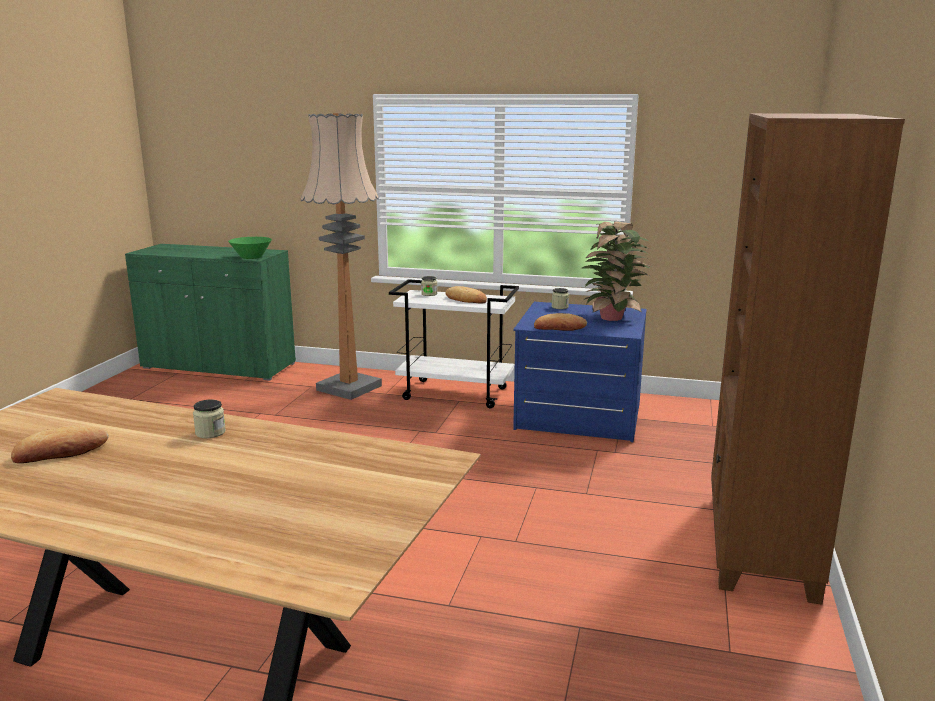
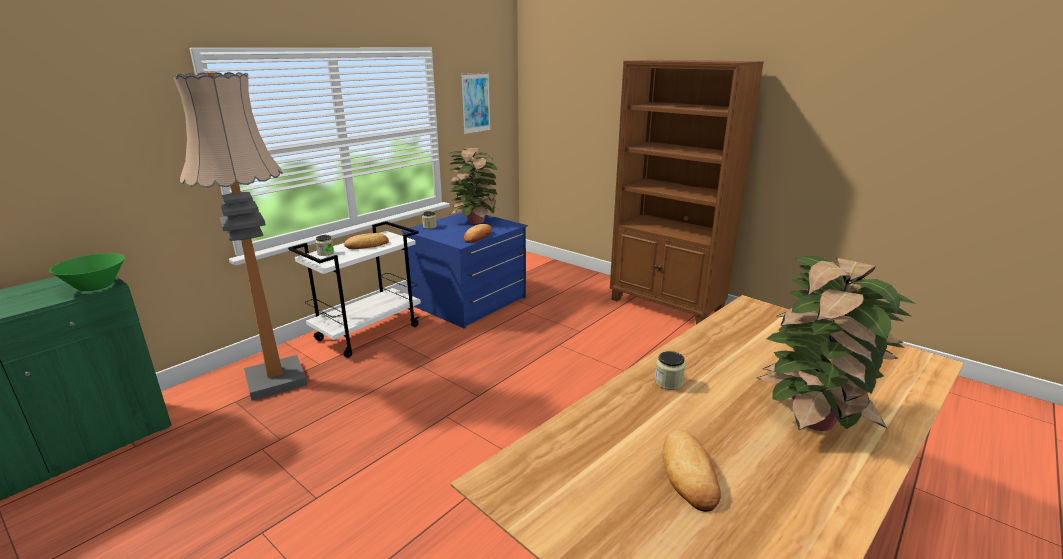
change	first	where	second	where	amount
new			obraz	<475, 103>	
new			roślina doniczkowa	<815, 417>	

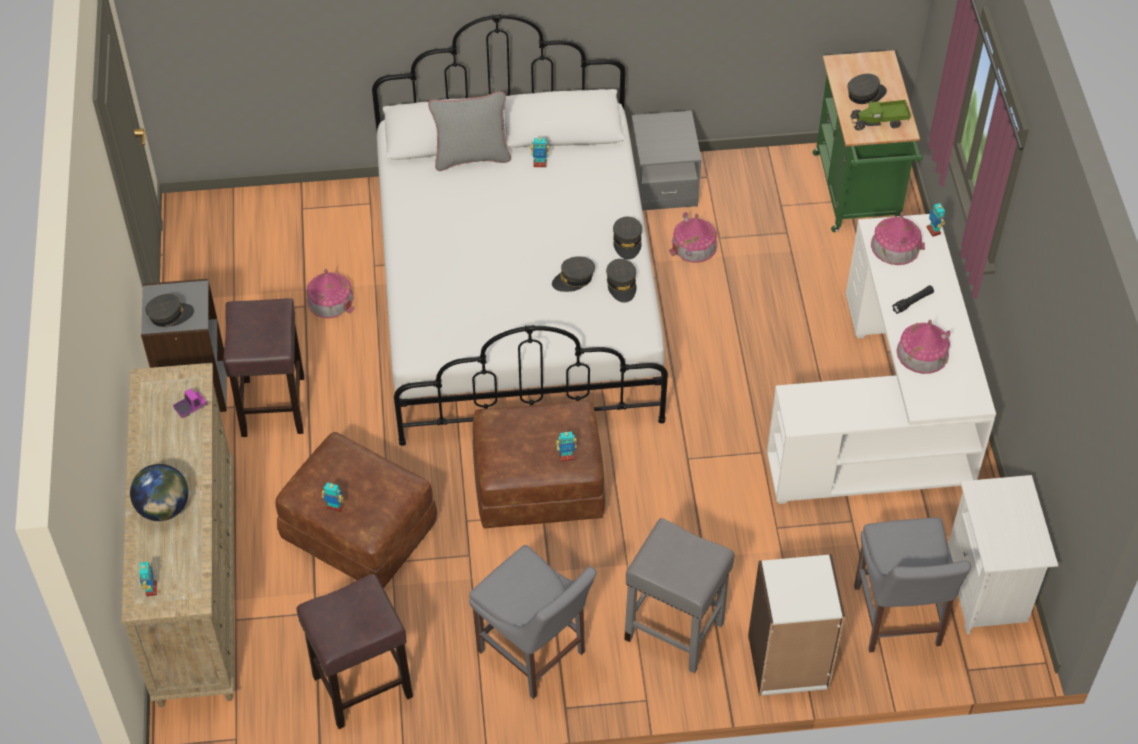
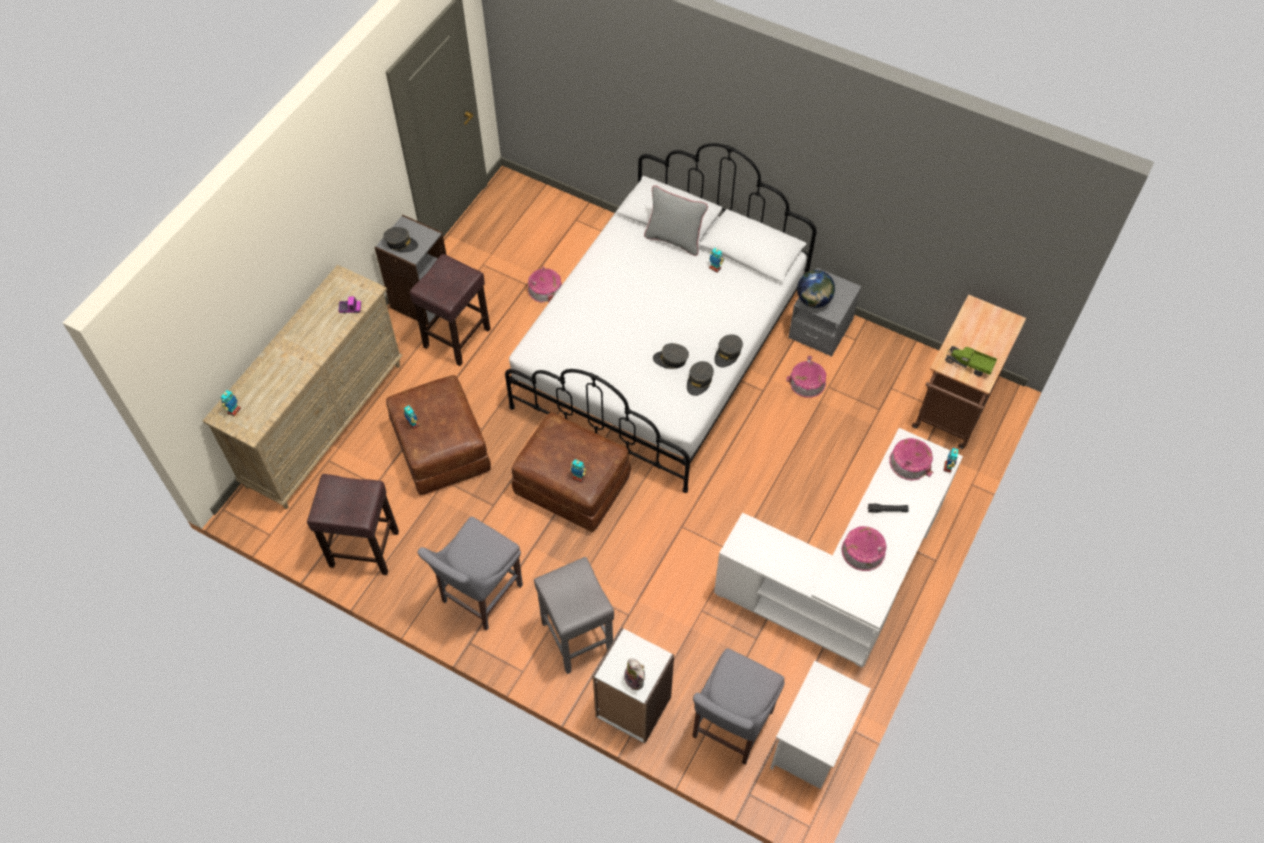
change	first	where	second	where	amount
shifted	globus	<164, 508>		<813, 300>	
rotated	krzesło [szary]	<534, 655>		<479, 596>	45 degrees clockwise
repainted	wózek [zielony]	<857, 196>	wózek [brązowy]	<952, 411>	
gone	czapka z daszkiem [szary]	<865, 94>			
new			pluszak	<636, 680>	

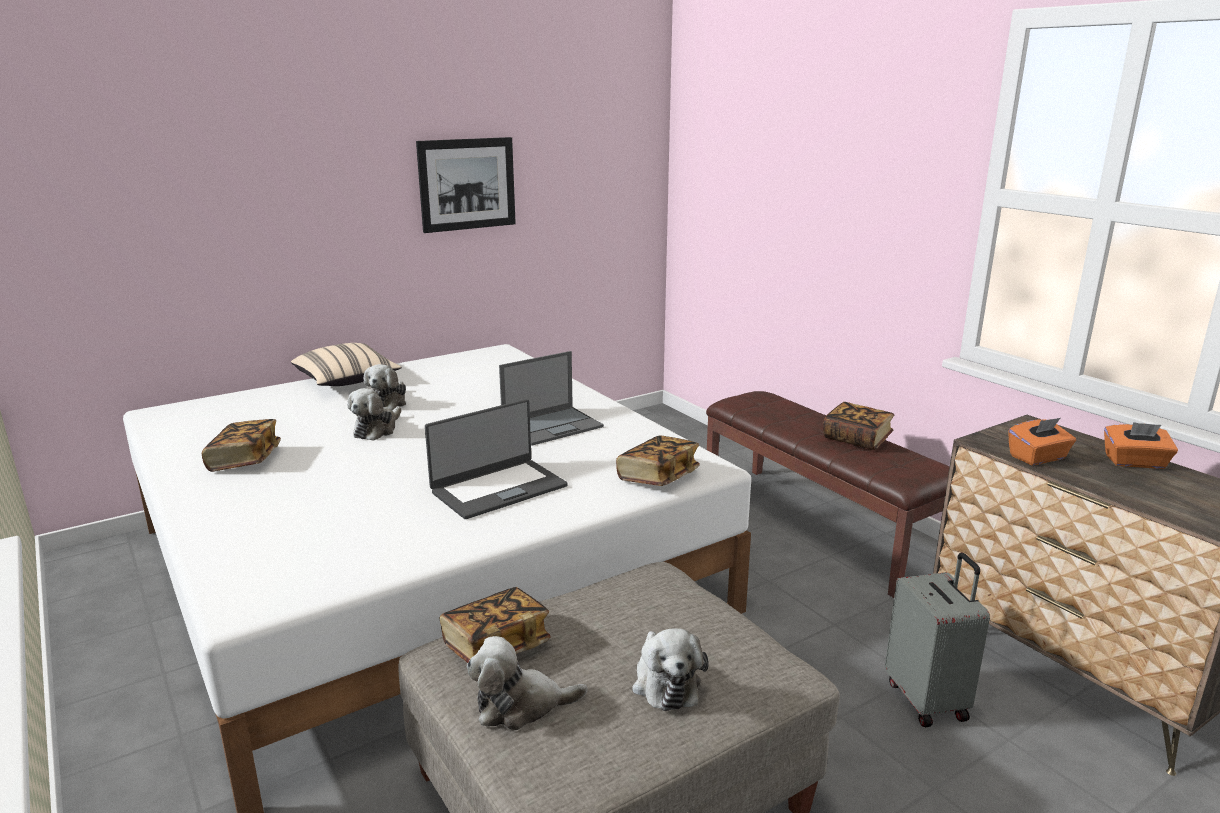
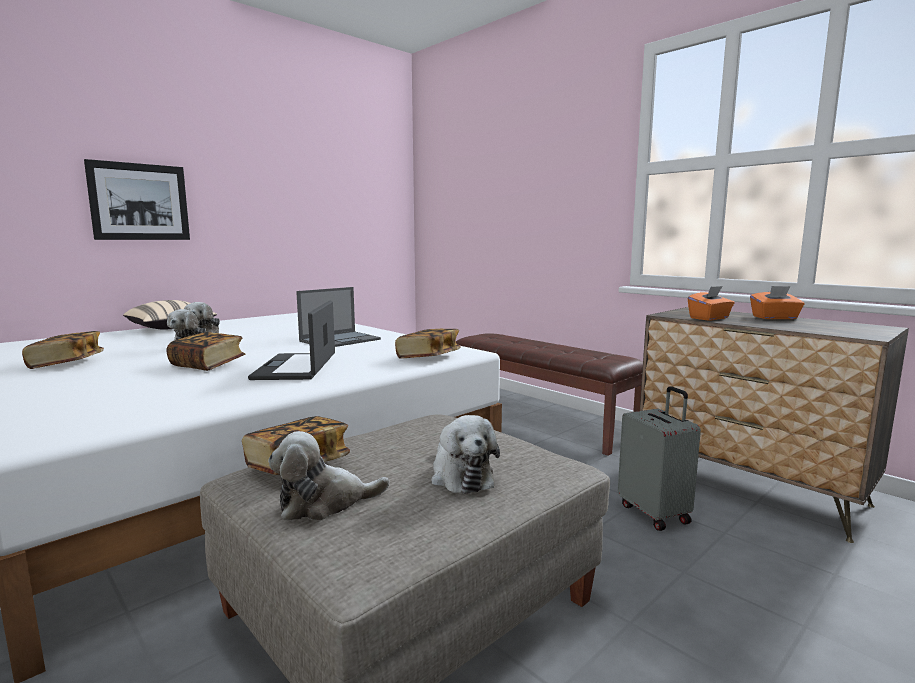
change	first	where	second	where	amount
shifted	obraz	<467, 184>		<140, 202>	
rotated	laptop	<498, 488>		<297, 367>	135 degrees clockwise
shifted	książka	<857, 439>		<208, 365>	

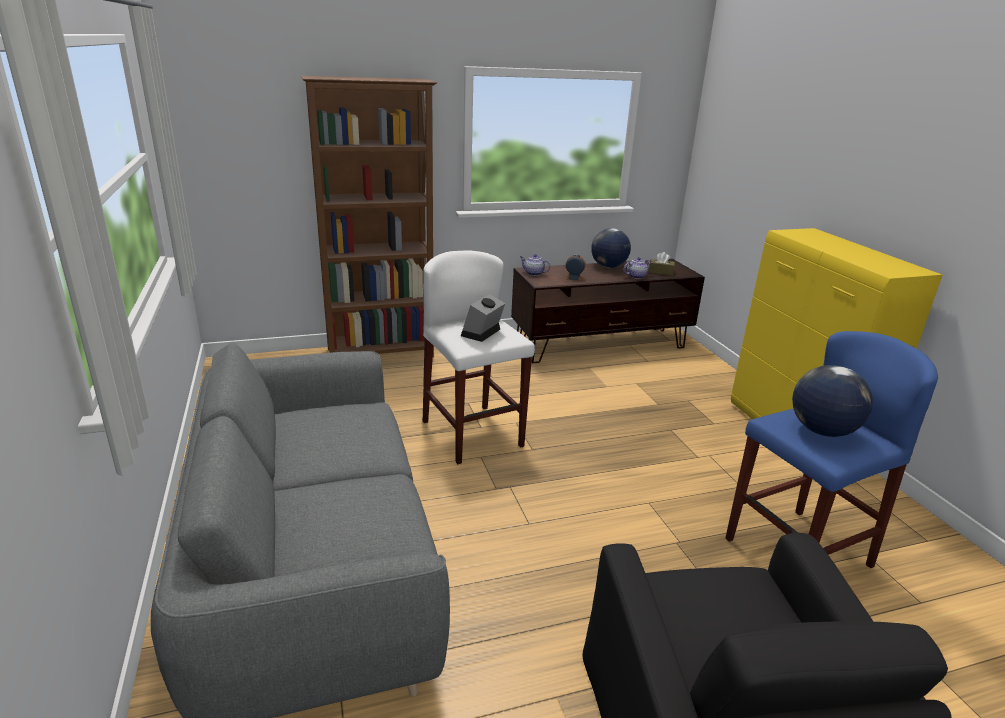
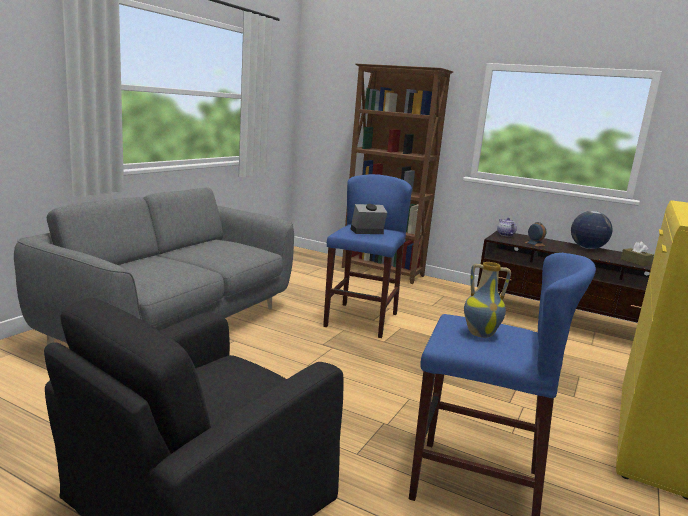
change	first	where	second	where	amount
repainted	stołek [biały]	<472, 433>	stołek [niebieski]	<361, 320>	
gone	imbryk	<636, 276>			
swapped	globus	<822, 430>	wazon	<480, 333>	

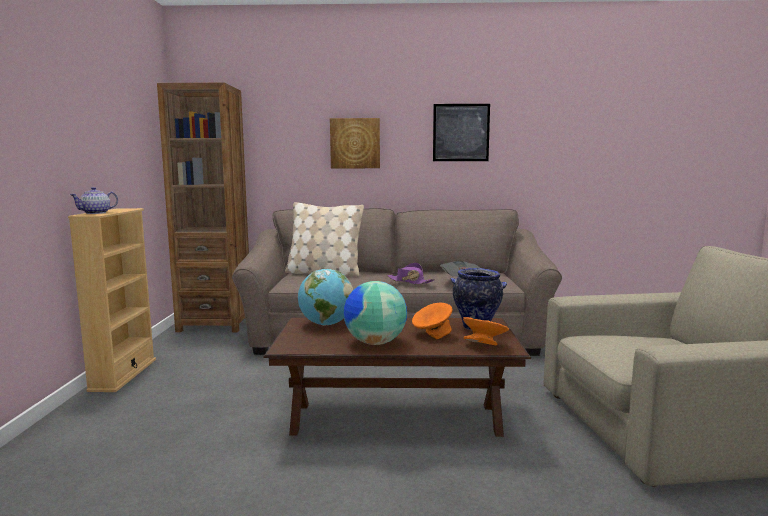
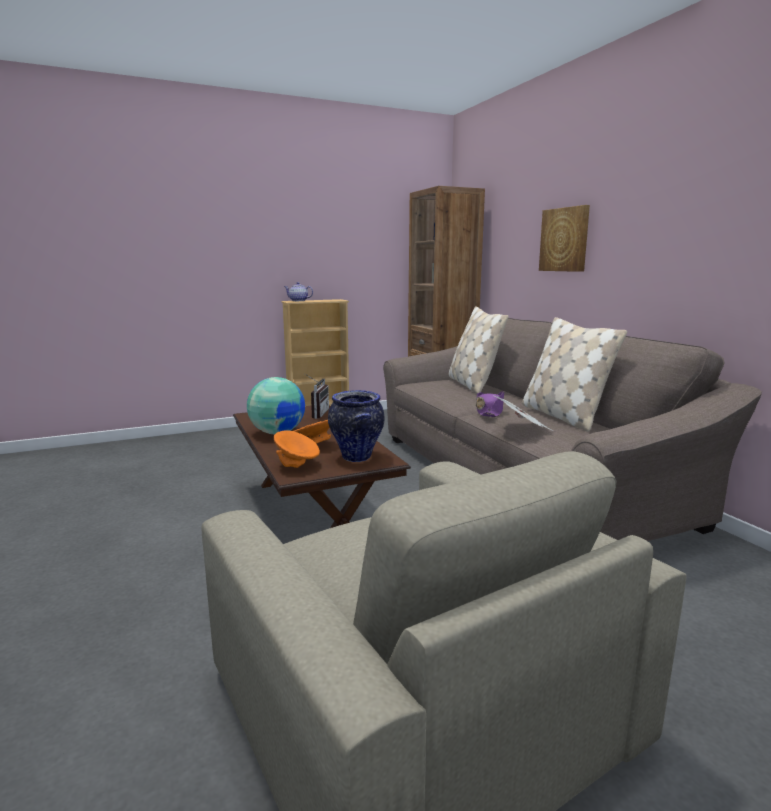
change	first	where	second	where	amount
swapped	globus	<326, 324>	radio	<316, 414>	
gone	obraz	<461, 132>			
new			poduszka [beżowy]	<563, 416>	

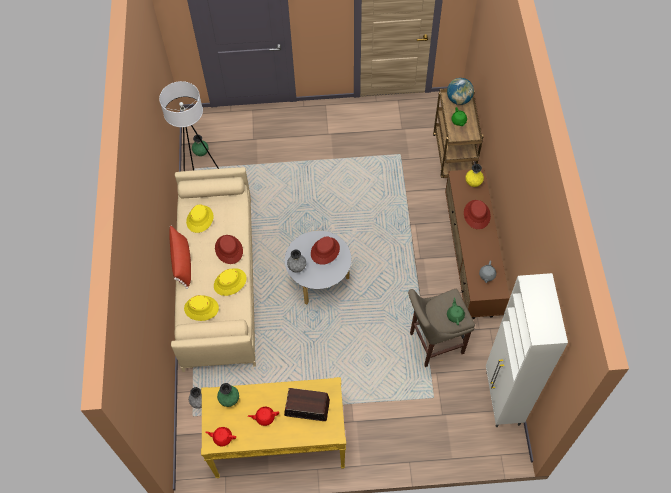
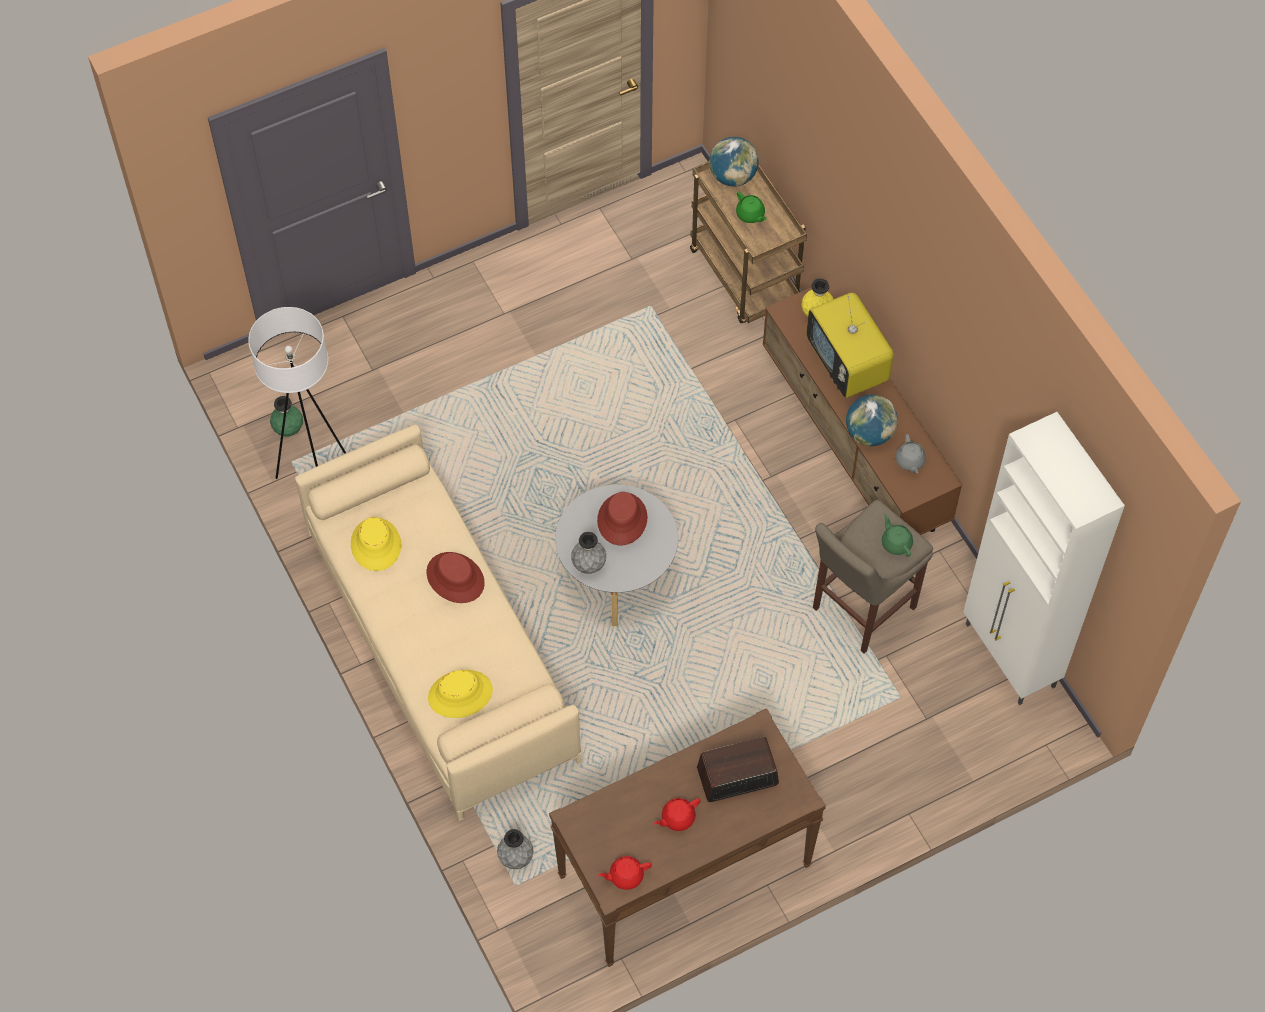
change	first	where	second	where	amount
gone	poduszka [czerwony]	<182, 262>			
repainted	stolik konsolowy [żółty]	<278, 444>	stolik konsolowy [brązowy]	<683, 871>	
gone	kapelusz [żółty]	<230, 282>			
gone	wazon [zielony]	<229, 400>			
swapped	kapelusz [czerwony]	<477, 214>	telewizor	<847, 366>	
new			globus	<869, 434>	

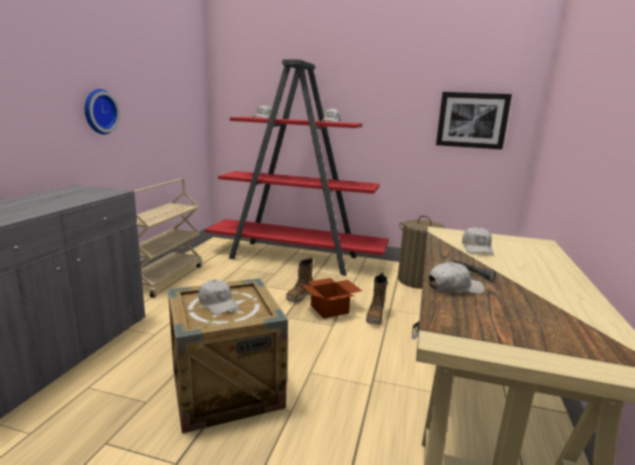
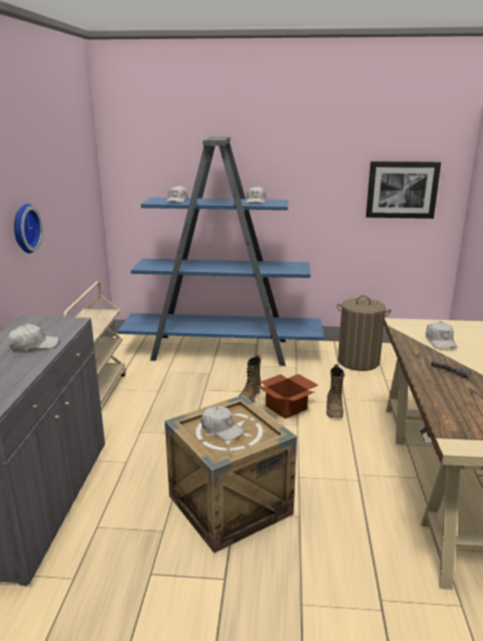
change	first	where	second	where	amount
repainted	regał [czerwony]	<296, 258>	regał [niebieski]	<223, 350>	
shifted	czapka z daszkiem [biały]	<454, 288>		<33, 345>	

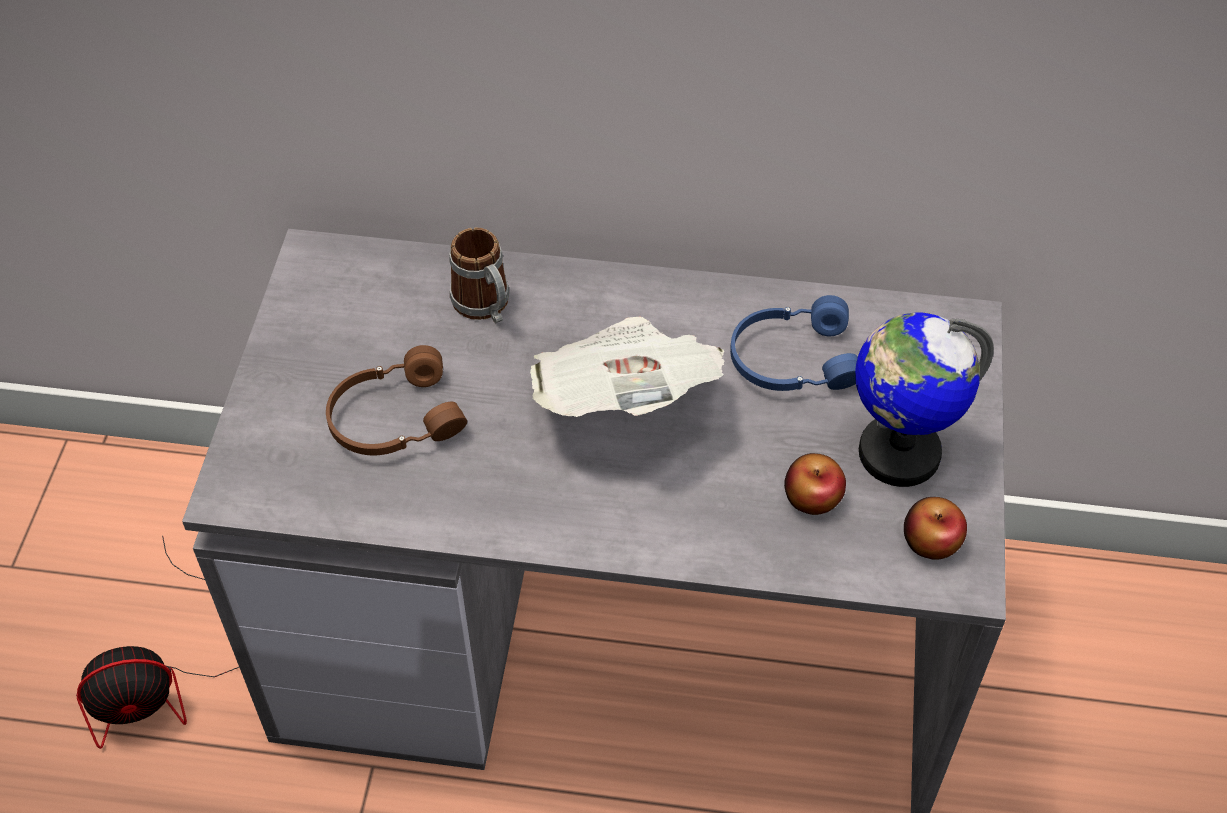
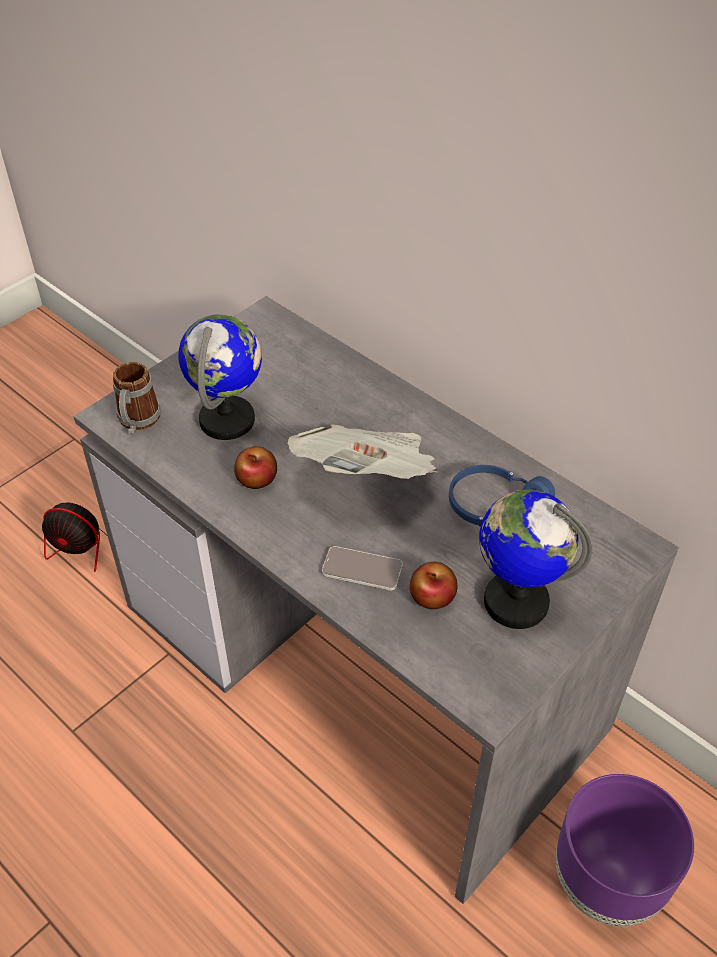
change	first	where	second	where	amount
swapped	słuchawki [brązowy]	<393, 418>	globus	<228, 420>	
shifted	kubek	<486, 307>		<137, 422>	
shifted	jabłko	<931, 541>		<257, 479>	
new			telefon	<362, 569>	
new			donica [fioletowy]	<604, 881>	

